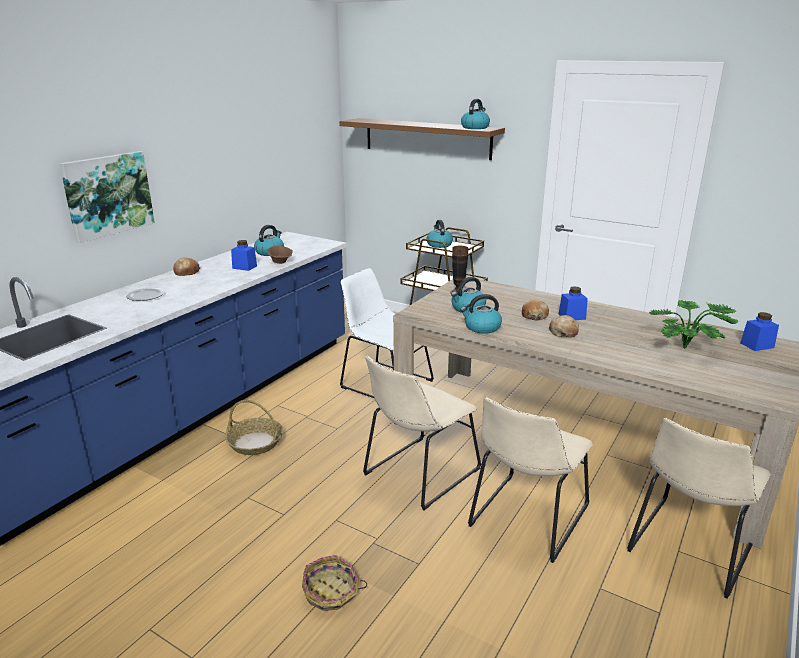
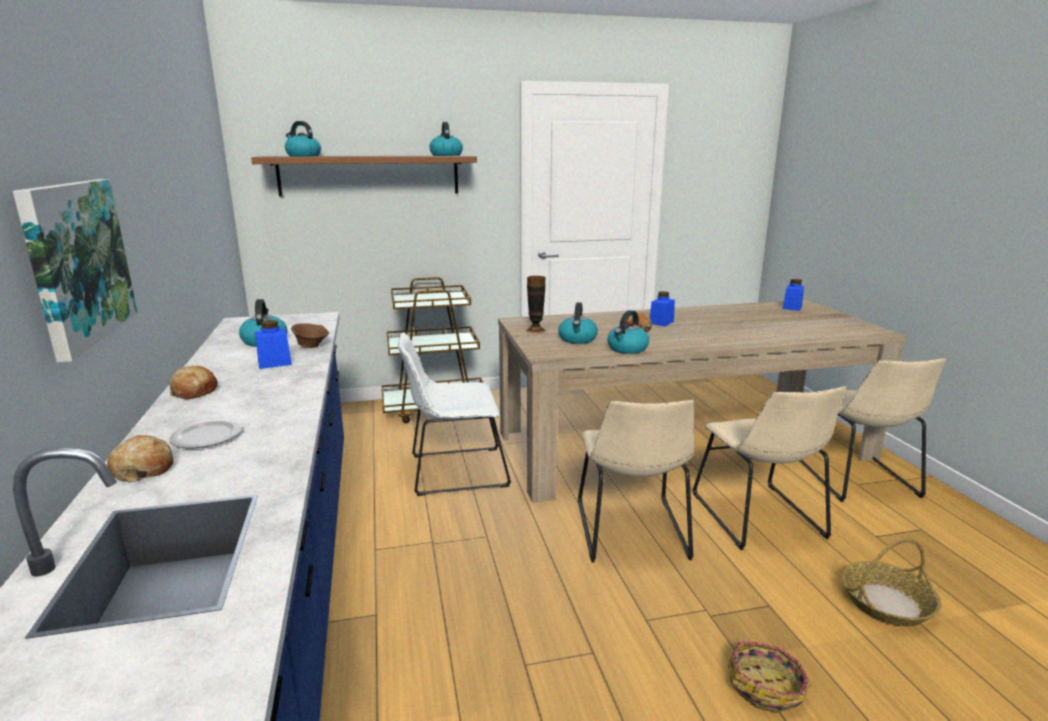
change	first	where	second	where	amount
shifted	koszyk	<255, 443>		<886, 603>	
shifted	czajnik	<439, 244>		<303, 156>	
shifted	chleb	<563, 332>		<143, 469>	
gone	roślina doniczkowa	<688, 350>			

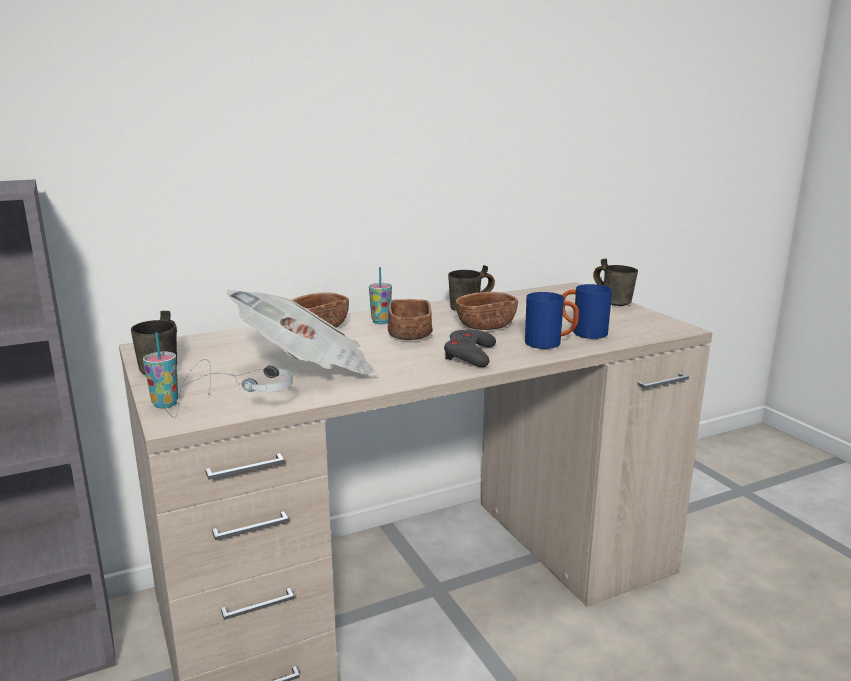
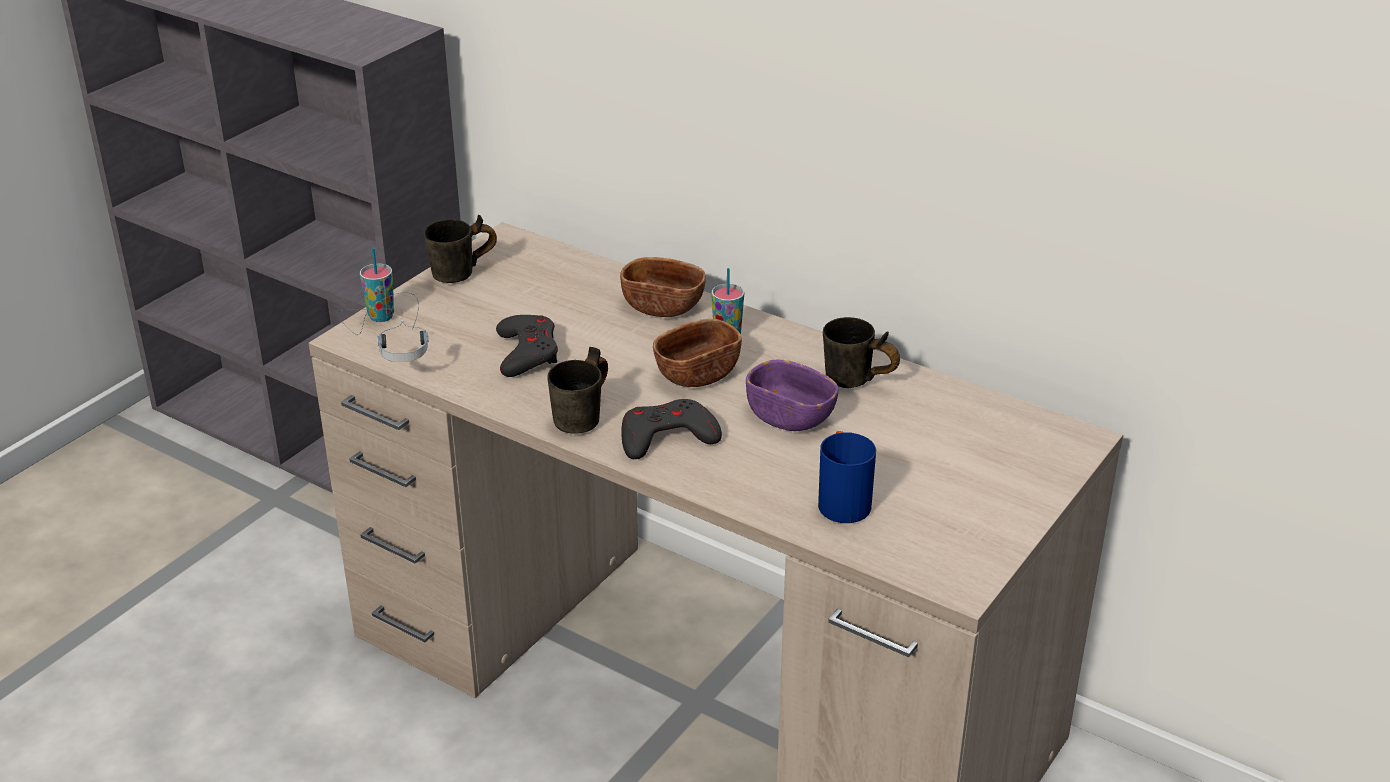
change	first	where	second	where	amount
swapped	gazeta	<308, 369>	pad do gier [szary]	<527, 352>	
repainted	miska [brązowy]	<486, 326>	miska [fioletowy]	<790, 417>	
gone	kubek [niebieski]	<550, 344>			
shifted	kubek [szary]	<614, 301>		<587, 419>	

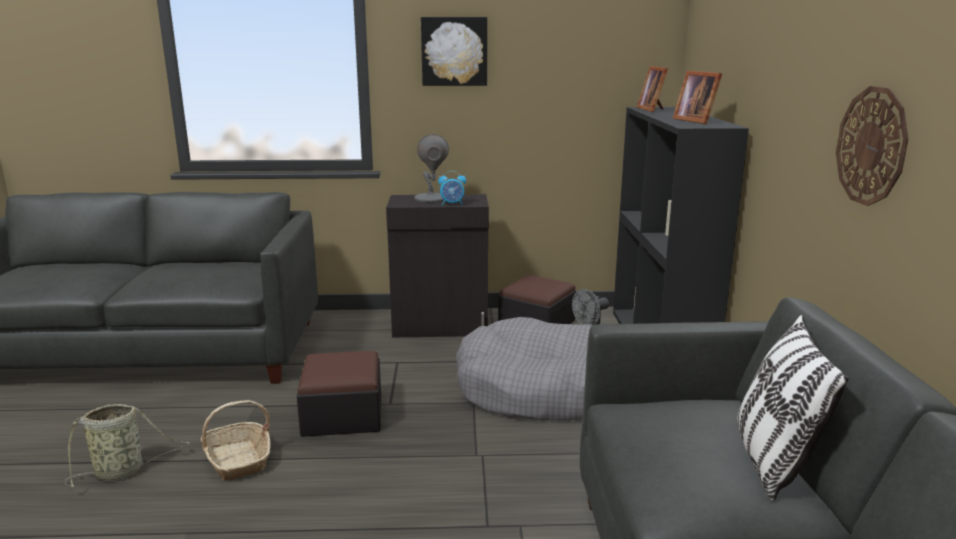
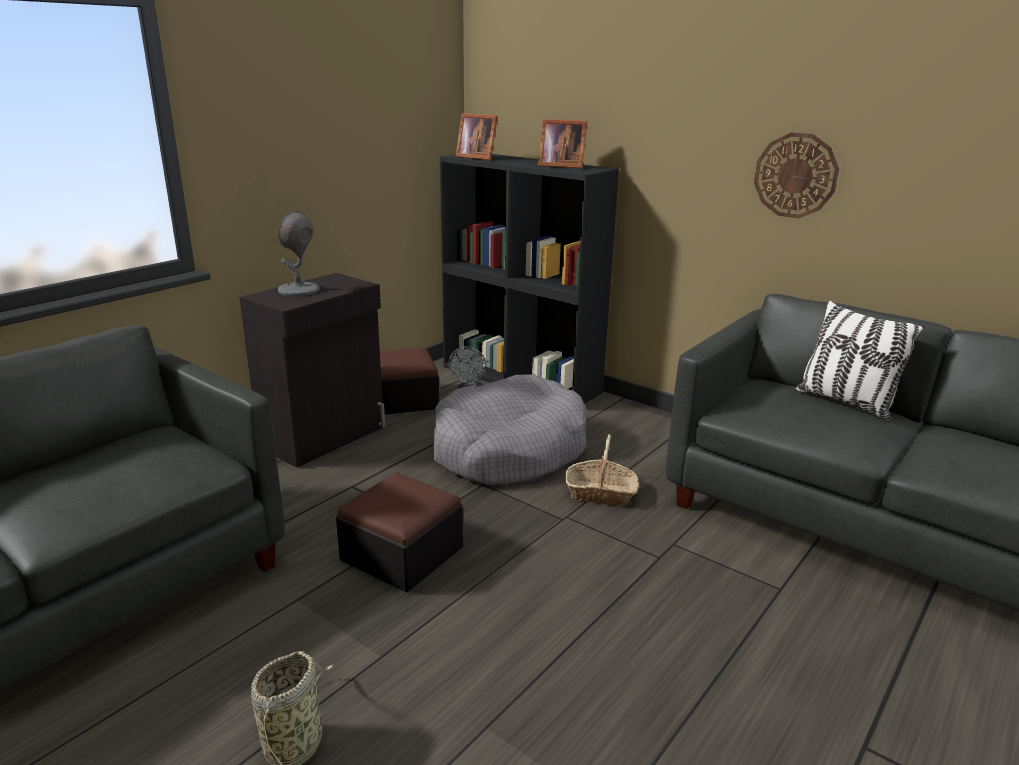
change	first	where	second	where	amount
shifted	koszyk	<238, 460>		<600, 493>	
gone	obraz	<454, 51>			
gone	budzik	<452, 204>			

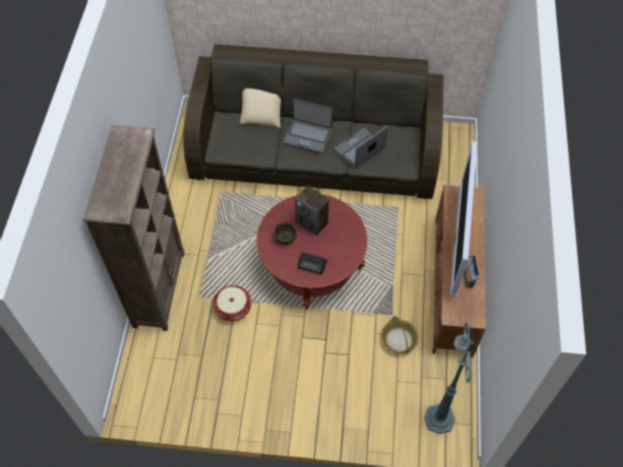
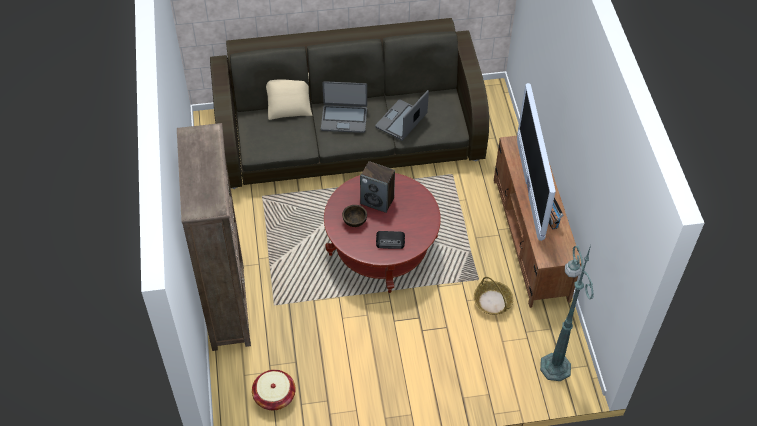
change	first	where	second	where	amount
shifted	koszyk	<233, 308>		<274, 396>	

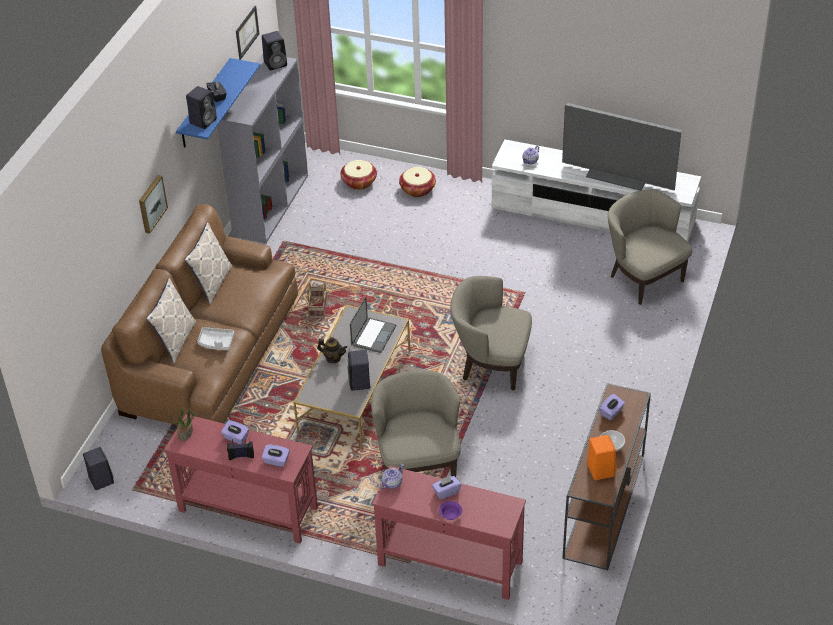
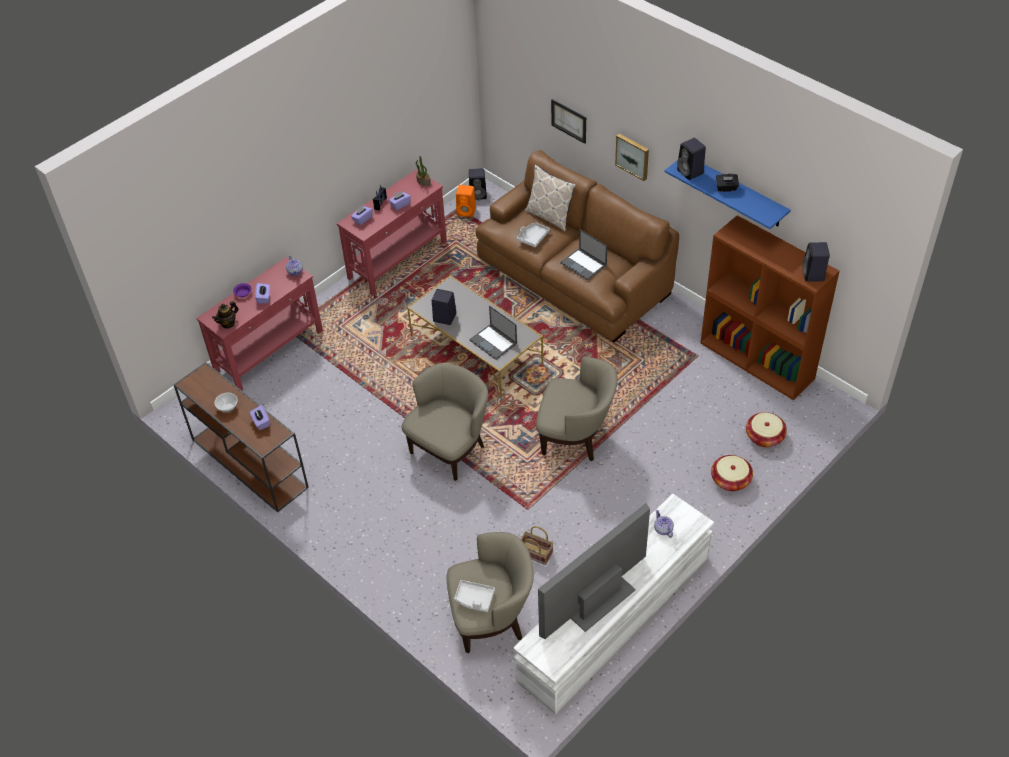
change	first	where	second	where	amount
gone	poduszka	<212, 283>			
repainted	regał [szary]	<270, 205>	regał [brązowy]	<758, 361>	
shifted	obraz	<247, 32>		<569, 121>	
shifted	koszyk	<318, 309>		<534, 553>	
shifted	imbryk	<333, 358>		<228, 323>	
shifted	fotel [beżowy]	<418, 464>		<576, 437>	
shifted	głośnik [pomarańczowy]	<600, 469>		<467, 211>	
new			taca [szary]	<474, 599>	
new			laptop	<584, 264>	

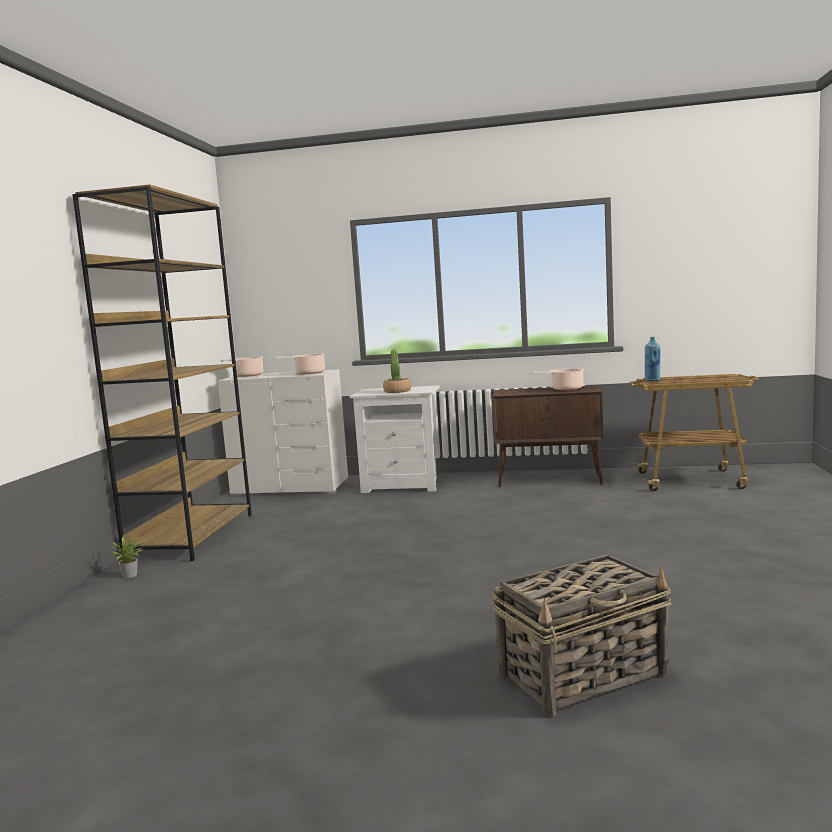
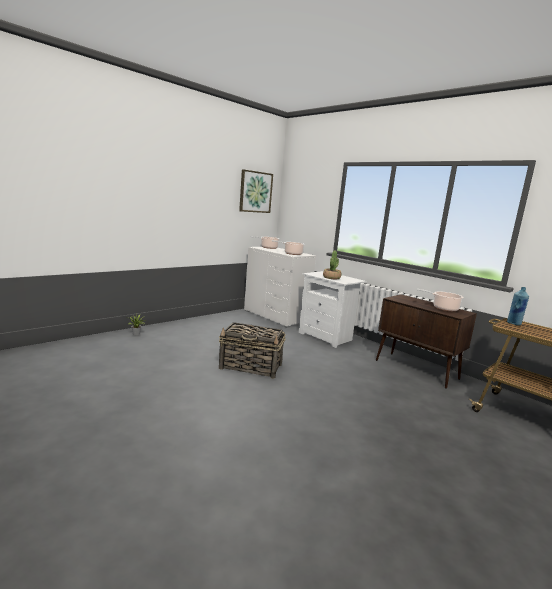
change	first	where	second	where	amount
gone	regał [brązowy]	<192, 536>			
shifted	koszyk	<584, 674>		<251, 367>	
new			obraz	<255, 192>	

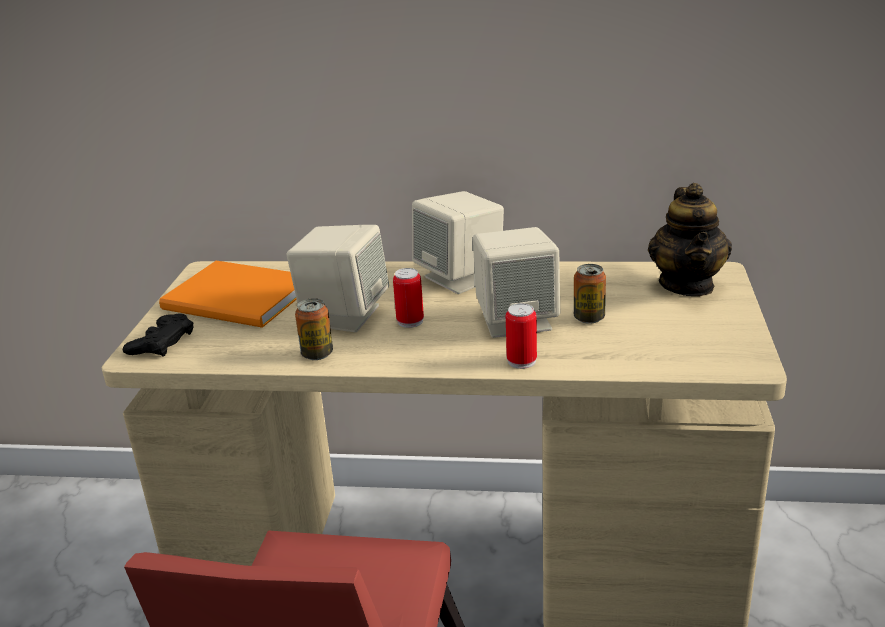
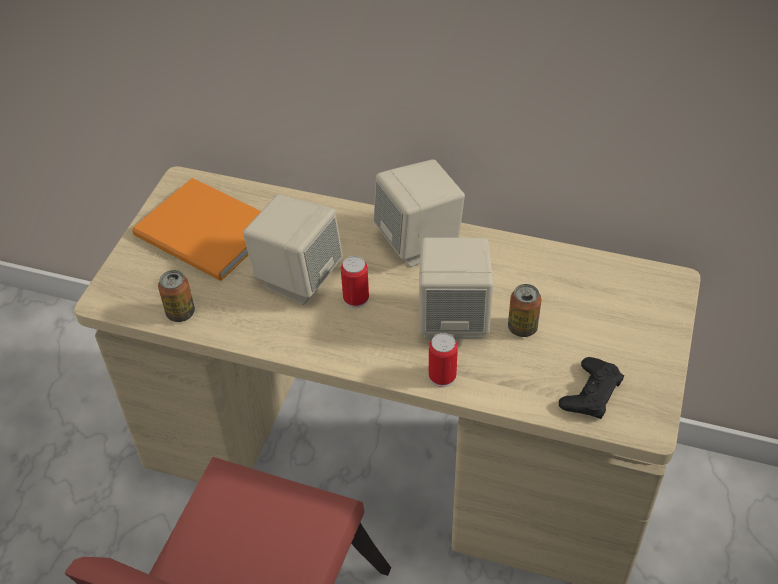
change	first	where	second	where	amount
shifted	pad do gier [czarny]	<161, 342>		<591, 393>	
shifted	puszka	<317, 354>		<180, 313>	
gone	imbryk	<687, 285>			

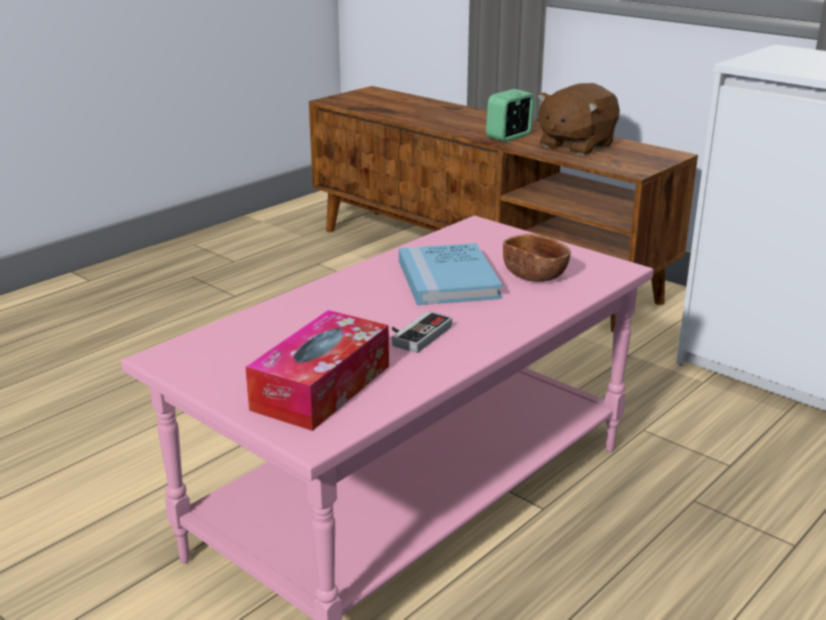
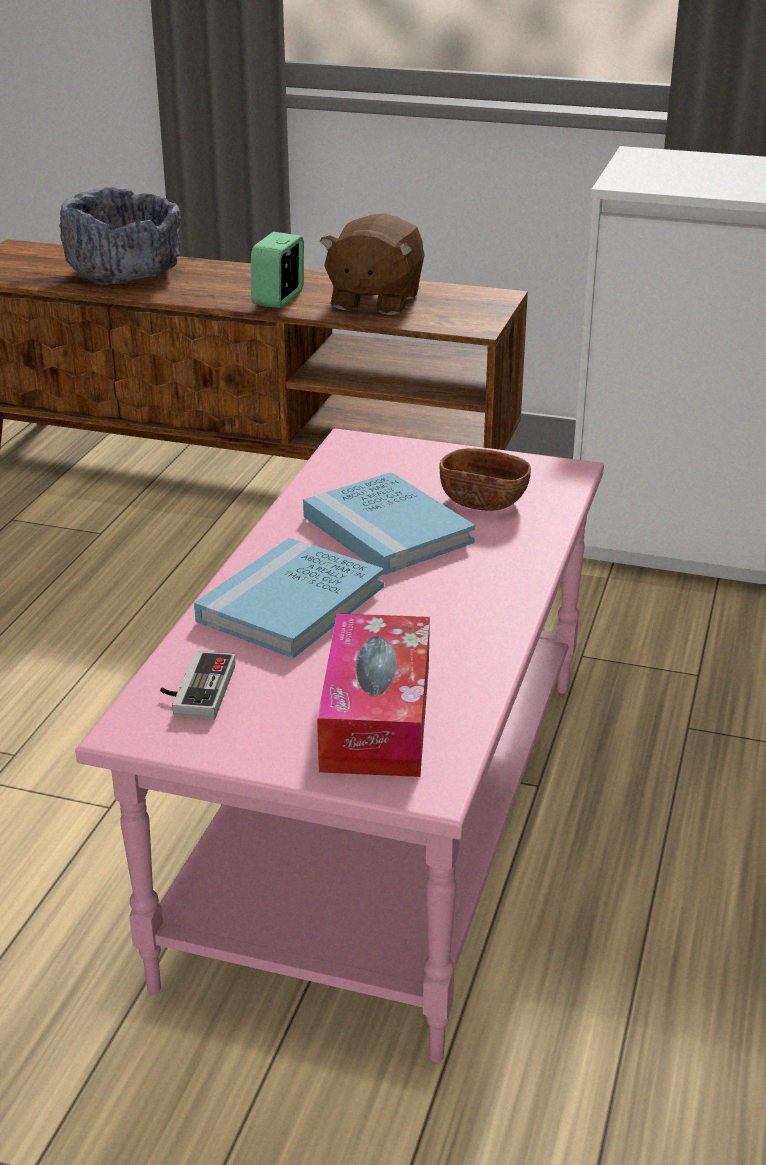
change	first	where	second	where	amount
shifted	pad do gier	<416, 334>		<195, 690>	
new			miska [szary]	<124, 273>	
new			książka [niebieski]	<291, 603>	

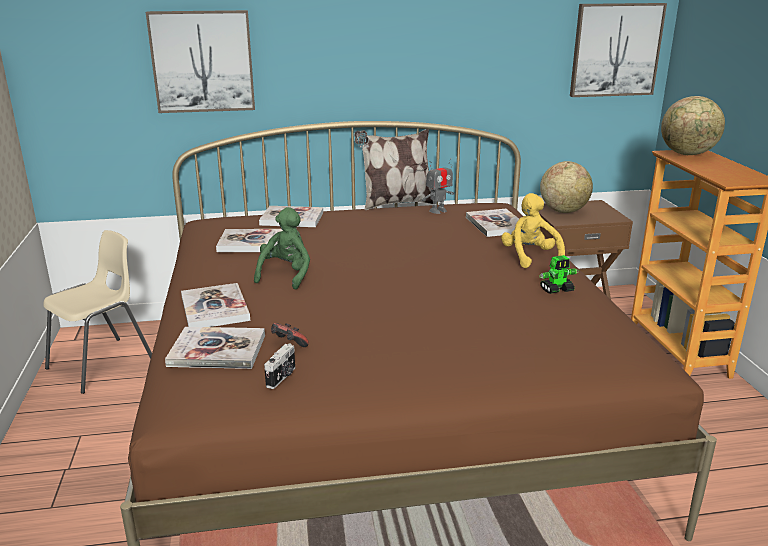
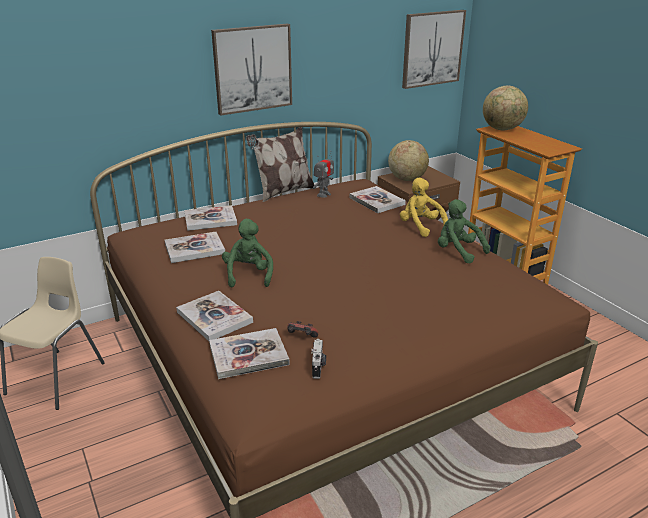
change	first	where	second	where	amount
shifted	obraz	<202, 61>		<252, 68>	
swapped	robot zabawkowy	<557, 290>	pluszak [zielony]	<458, 251>	

